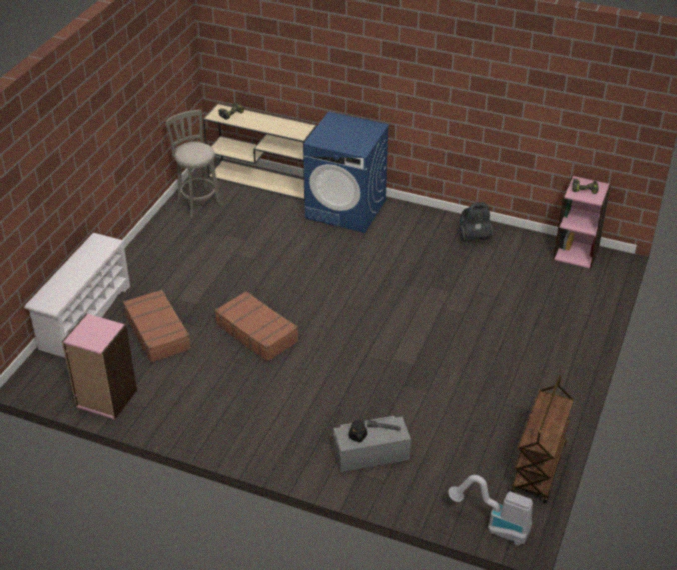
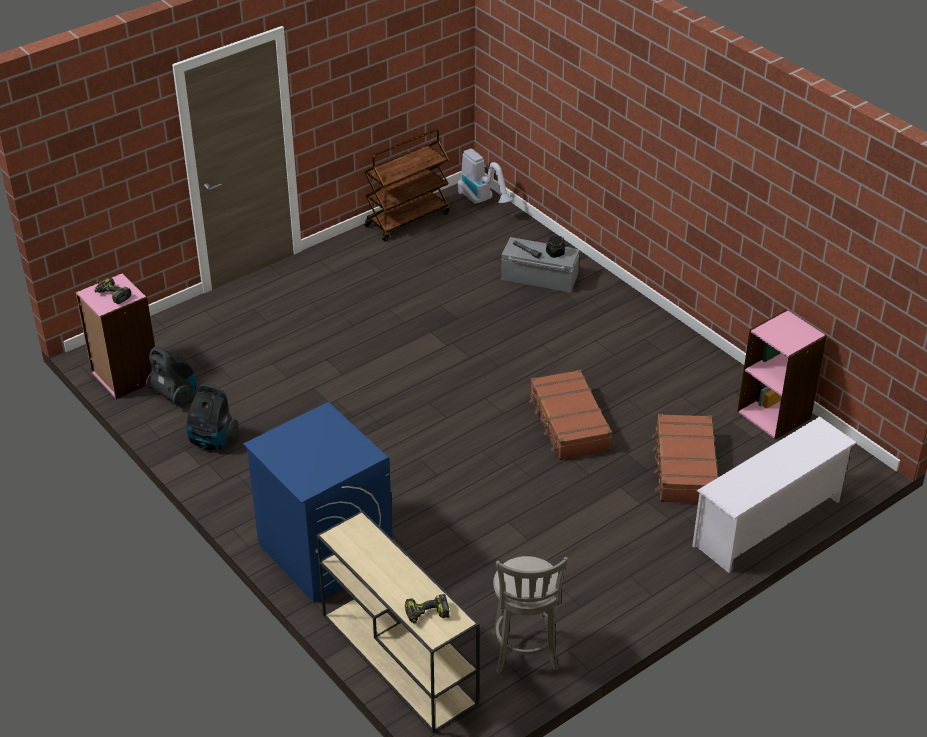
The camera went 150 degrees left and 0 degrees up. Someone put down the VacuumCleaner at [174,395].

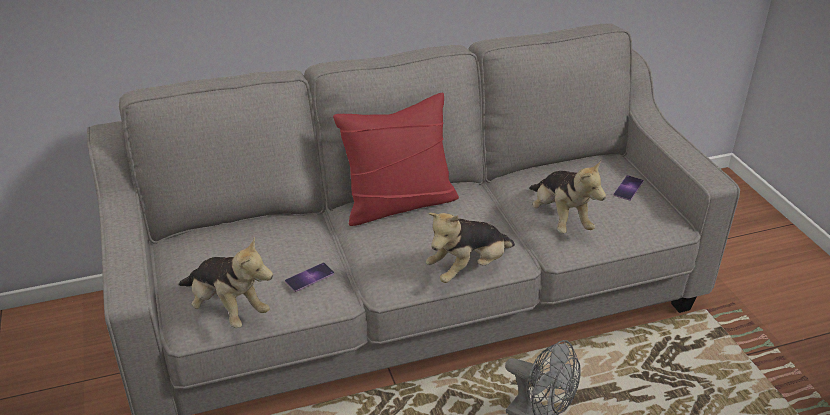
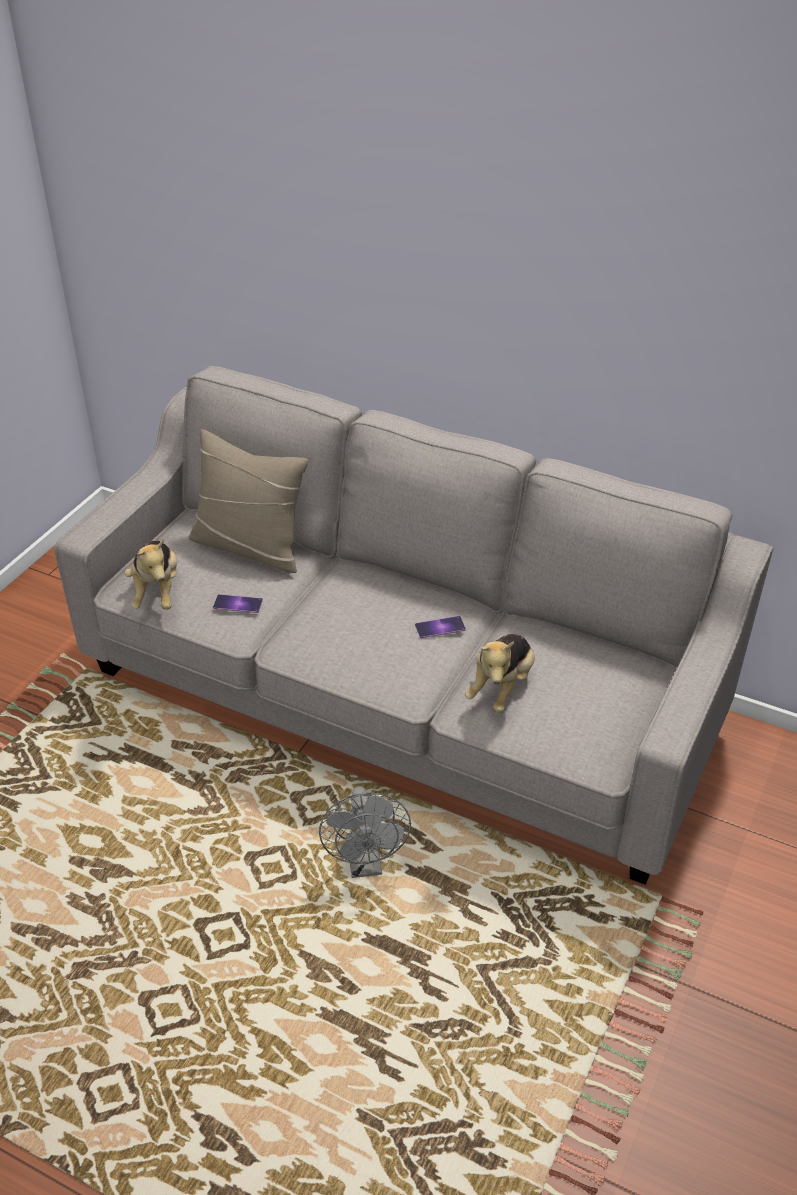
The camera went 45 degrees right and 5 degrees up. Someone took away the RedPillow at [399,204]. Someone carried the Phone from [628,188] to [440,627]. Someone took away the PlushToy at [468,269]. Someone put down the BeigePillow at [250,547].

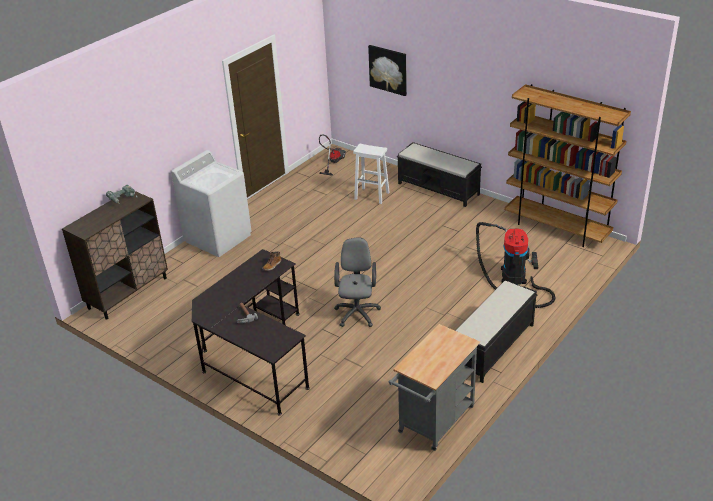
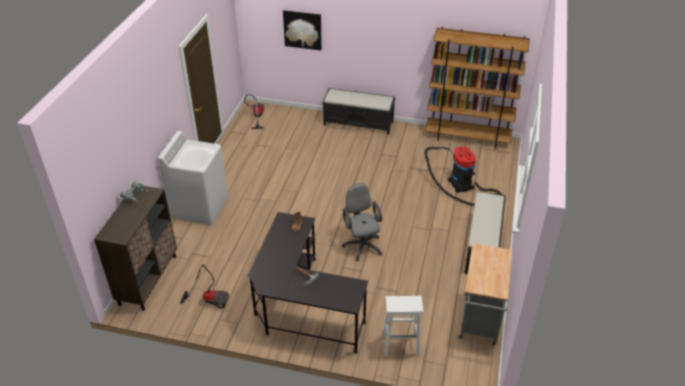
The camera went 25 degrees left and 5 degrees up. Someone carried the WhiteStool from [372,196] to [401,344]. Someone put down the VacuumCleaner at [209,299].

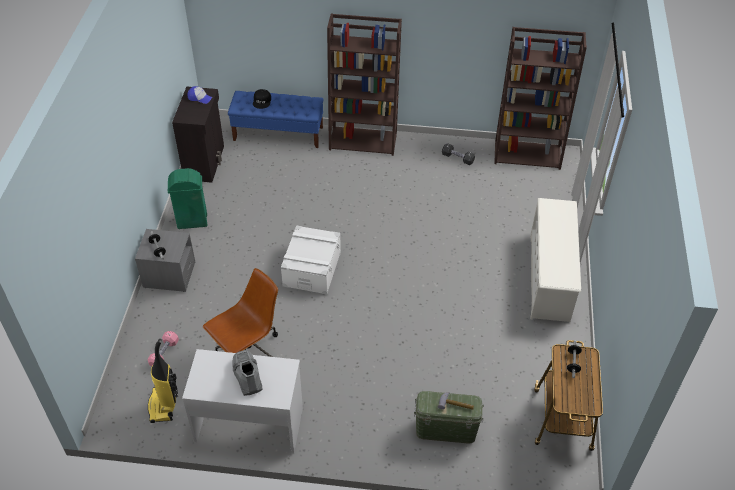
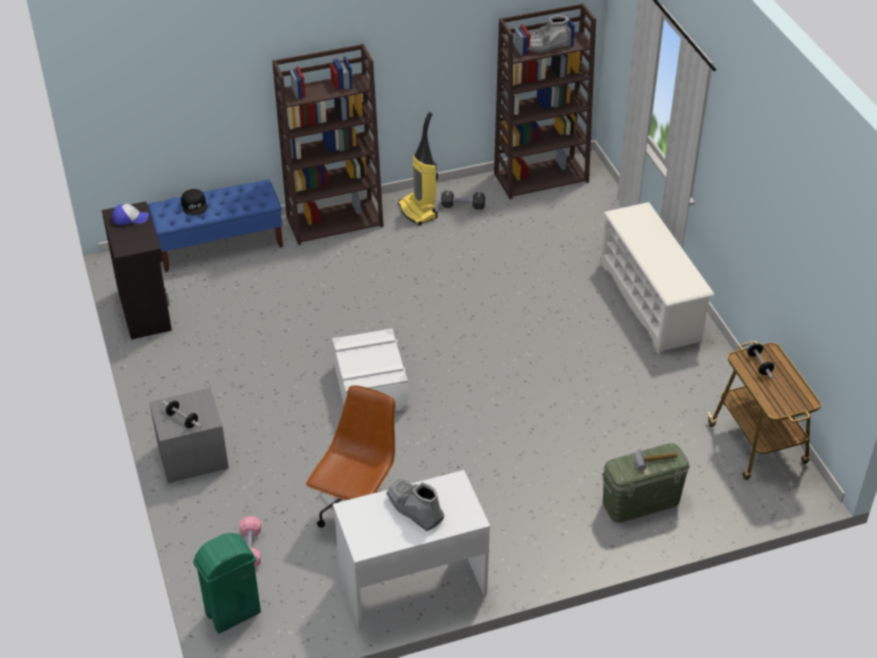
The camera went 25 degrees left and 5 degrees down. Someone carried the GreenTrashCan from [192,221] to [232,613]. Someone carried the VacuumCleaner from [164,405] to [418,211]. Someone put down the GreyBoot at [545,46].

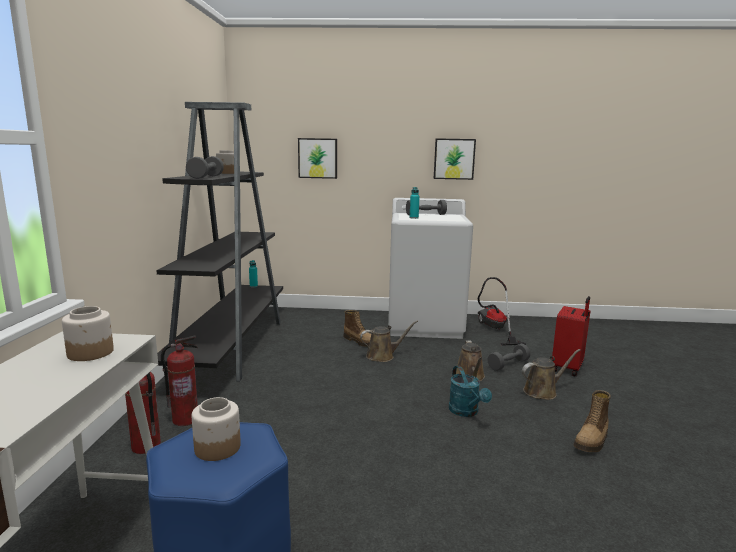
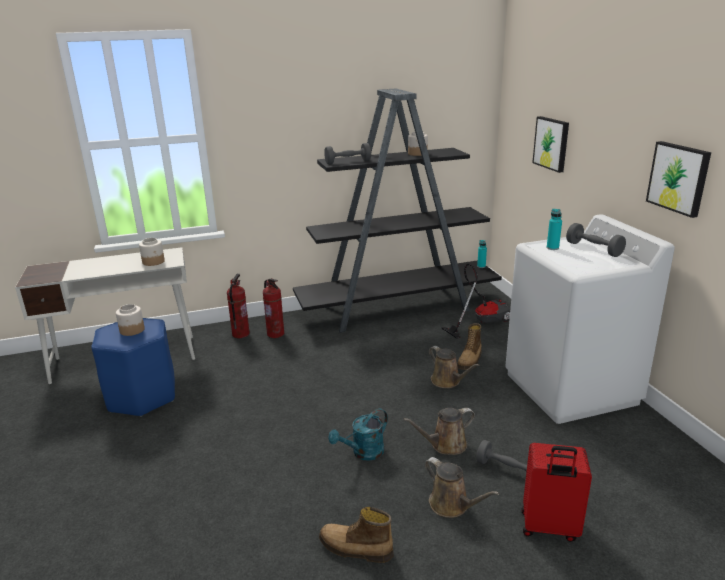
The camera went 70 degrees right and 10 degrees up. Someone carried the VacuumCleaner from [494,329] to [481,321].

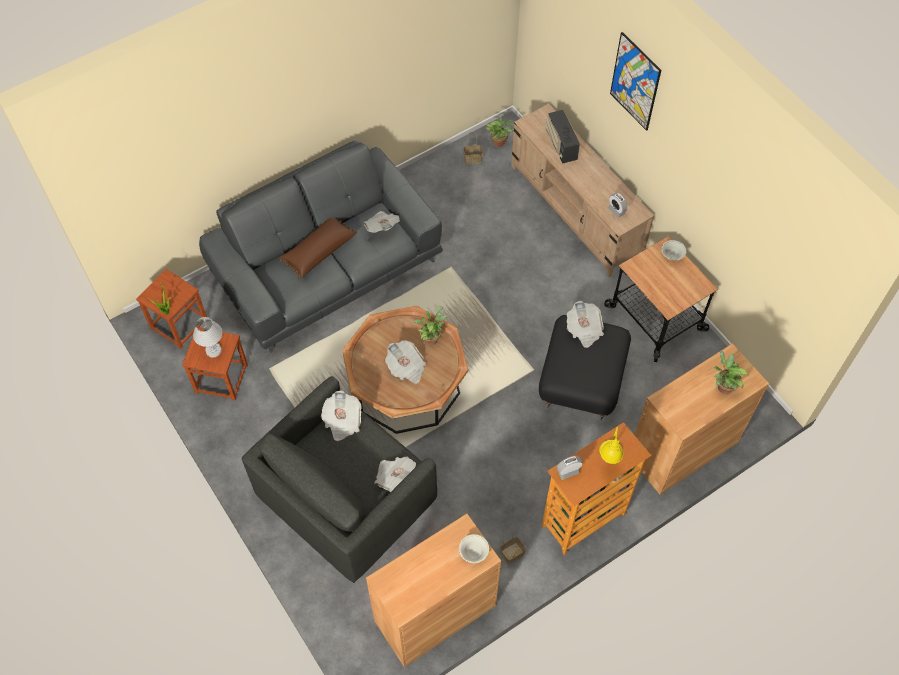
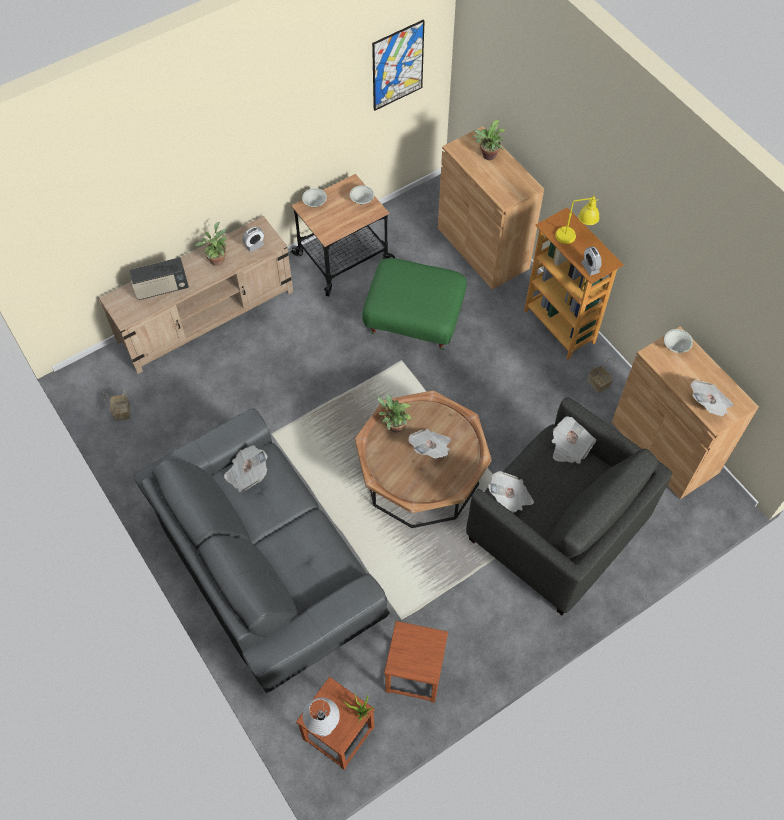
The camera went 90 degrees left and 0 degrees up. Someone carried the Picture from [635,82] to [397,65]. Someone carried the PottedPlant from [500,142] to [217,259]. Someone took away the BrownPillow at [318,250]. Someone carried the Newspaper from [584,330] to [709,404]. Someone repainted the BlackOttoman at [580,380], which became the GreenOttoman at [413,322]. Someone carried the WhiteTableLamp from [213,350] to [323,726]. Someone put down the WhiteBowl at [362,201].

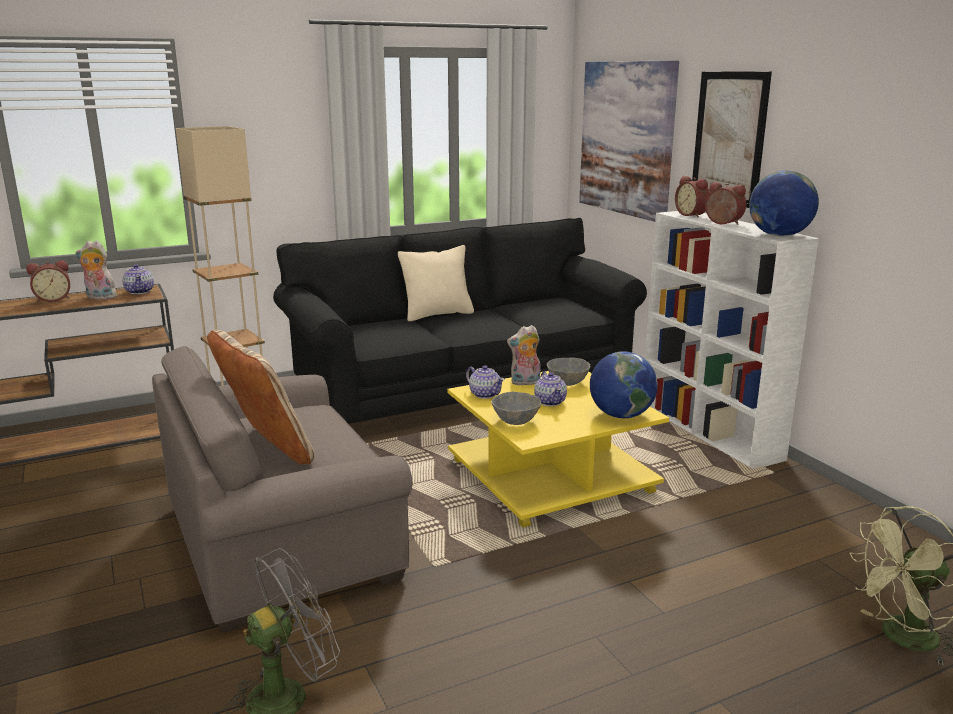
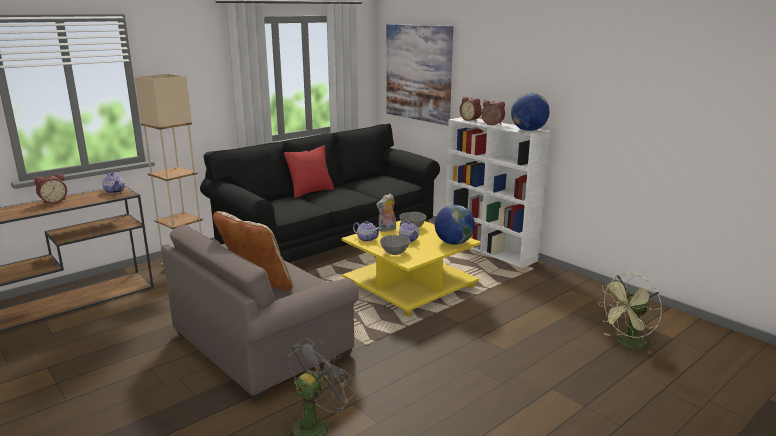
The camera went 15 degrees left and 0 degrees up. Someone took away the Picture at [729,138]. Someone took away the PlushToy at [99,297]. Someone repainted the BeigePillow at [437,314], which became the RedPillow at [311,192].

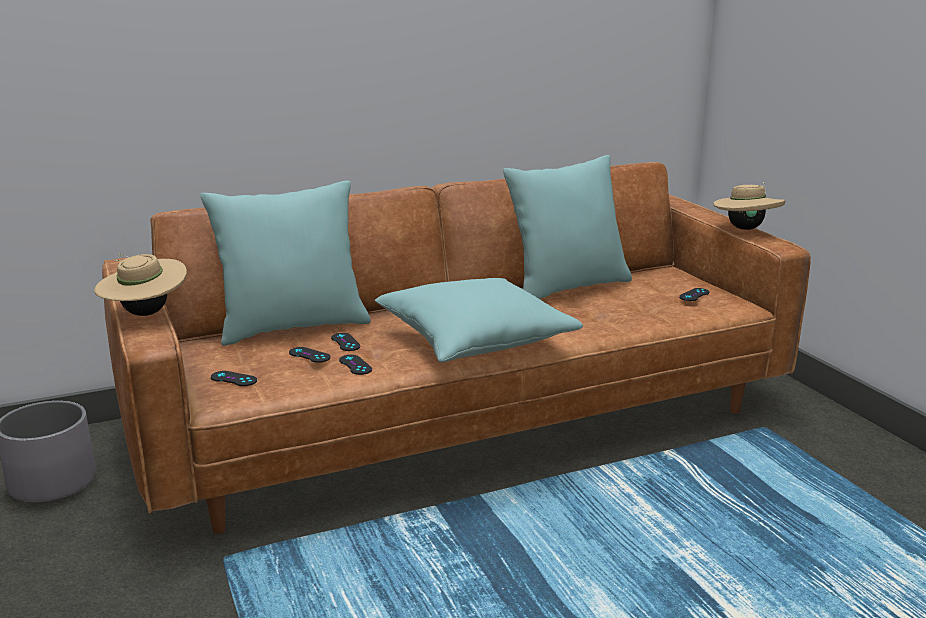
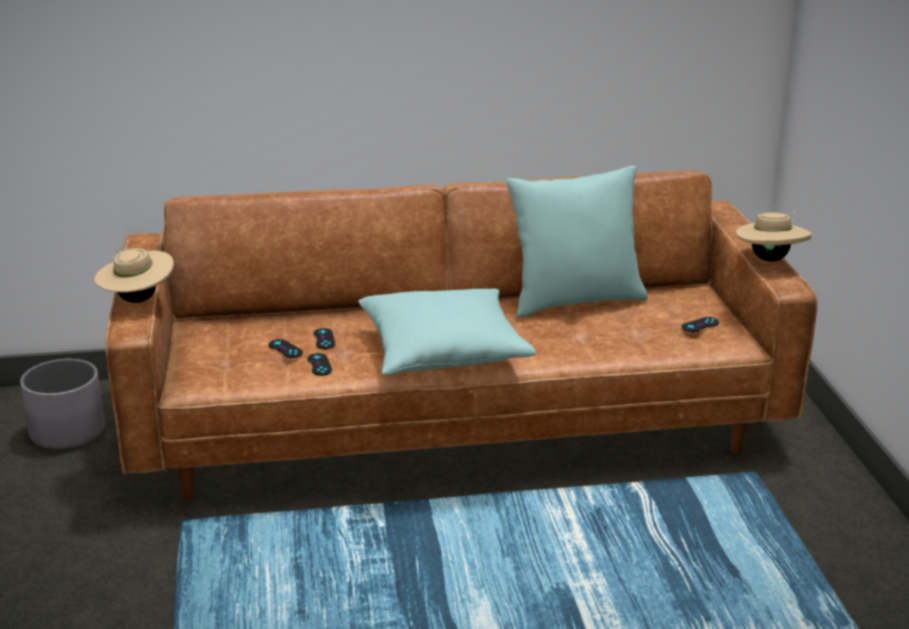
The camera went 15 degrees right and 5 degrees up. Someone took away the TurquoisePillow at [293,327]. Someone took away the BlackGameController at [233,379].

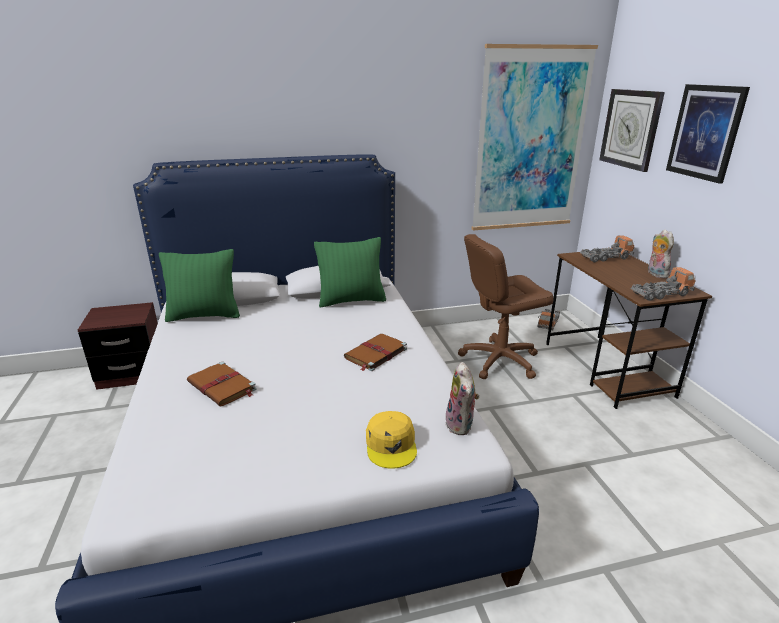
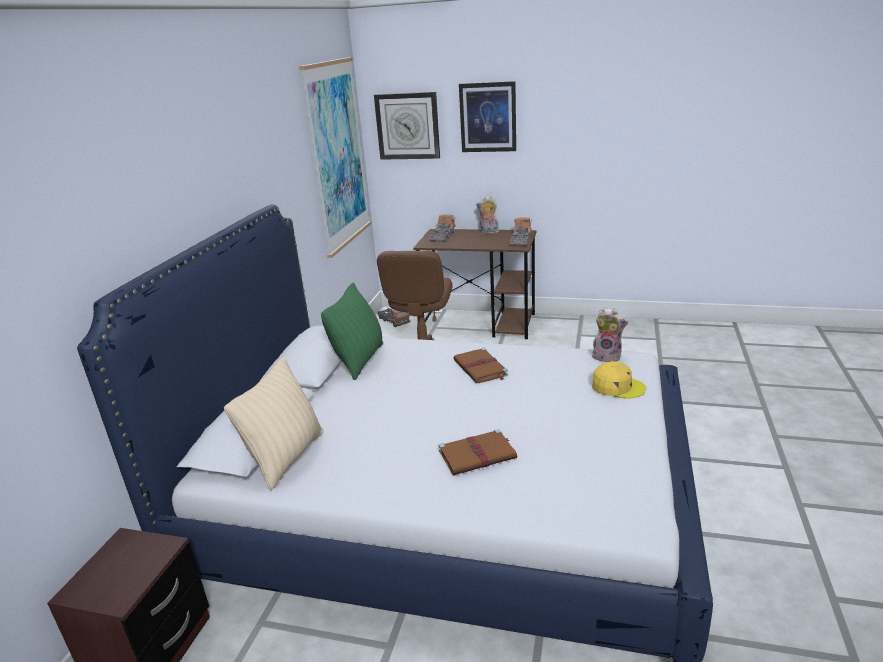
The camera went 60 degrees left and 0 degrees up. Someone repainted the GreenPillow at [204,315], which became the BeigePillow at [286,457].

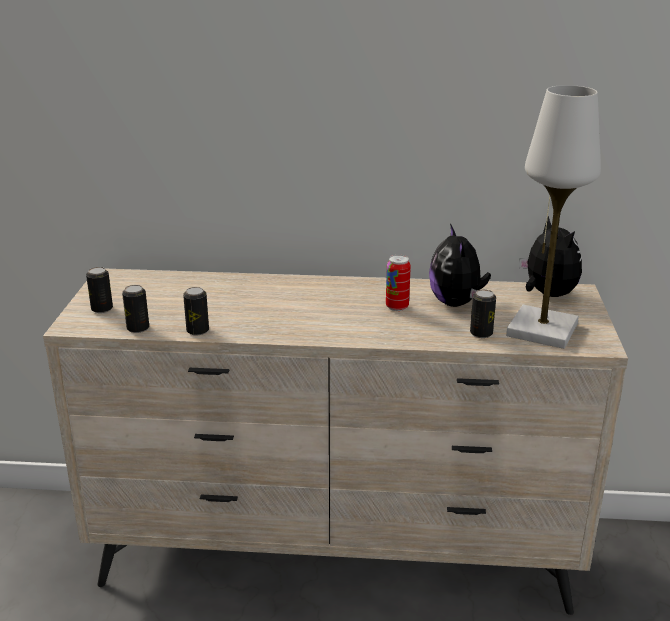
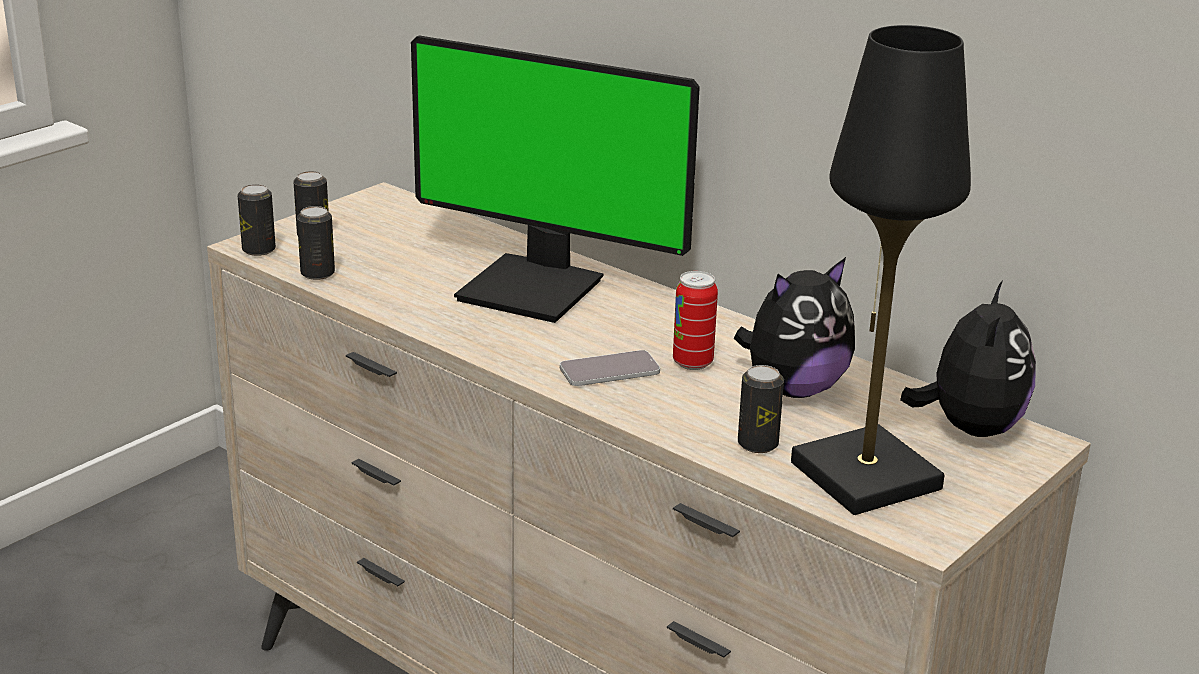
The camera went 35 degrees right and 0 degrees up. Someone repainted the WhiteTableLamp at [541,330], which became the BlackTableLamp at [864,476]. Someone rotated the PlushToy at [456,303] by 150 degrees counterclockwise. Someone carried the Can from [197,331] to [259,250]. Someone put down the Monitor at [535,288]. Someone put down the Phone at [609,370].

